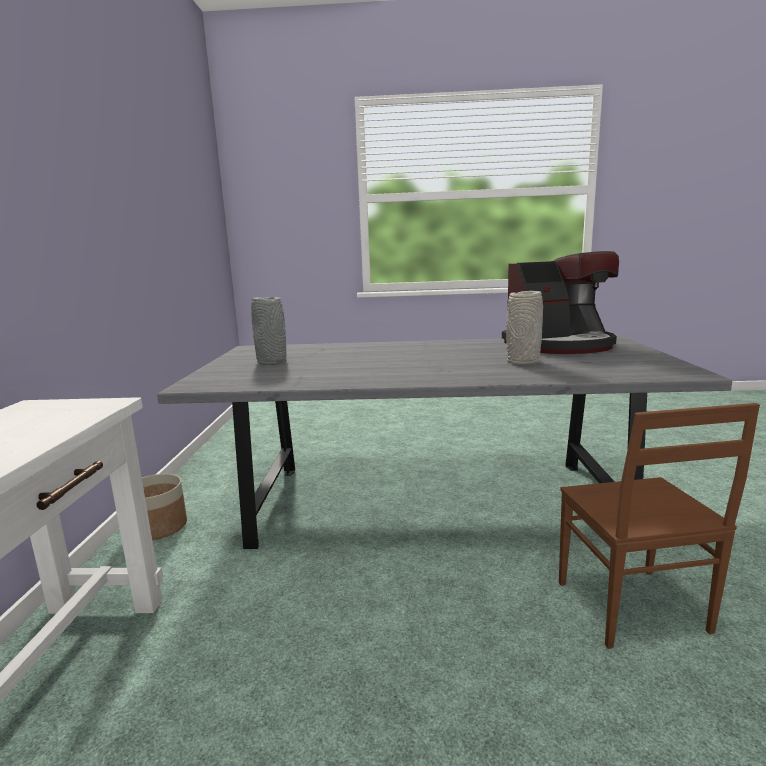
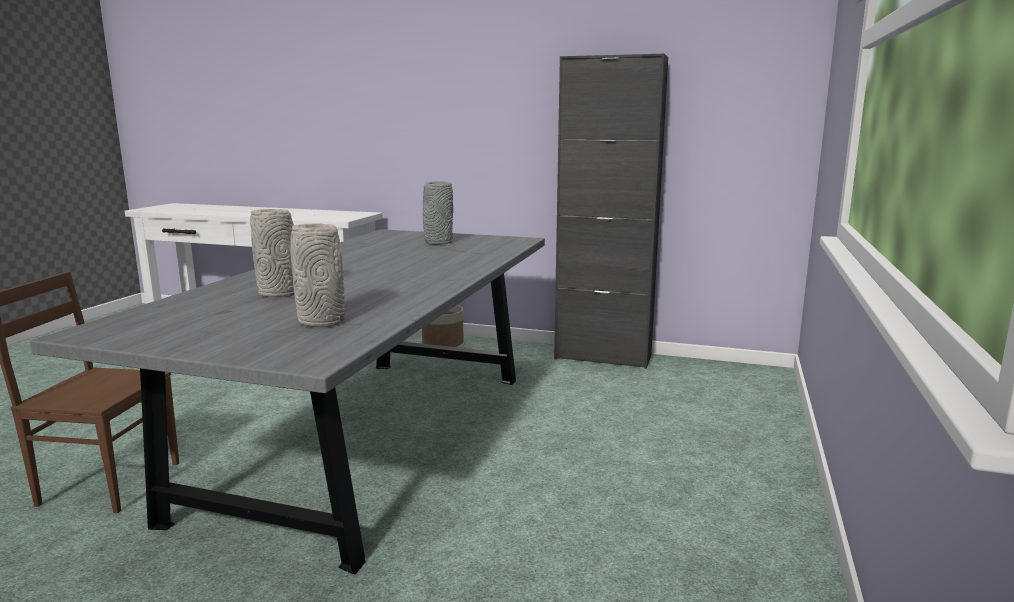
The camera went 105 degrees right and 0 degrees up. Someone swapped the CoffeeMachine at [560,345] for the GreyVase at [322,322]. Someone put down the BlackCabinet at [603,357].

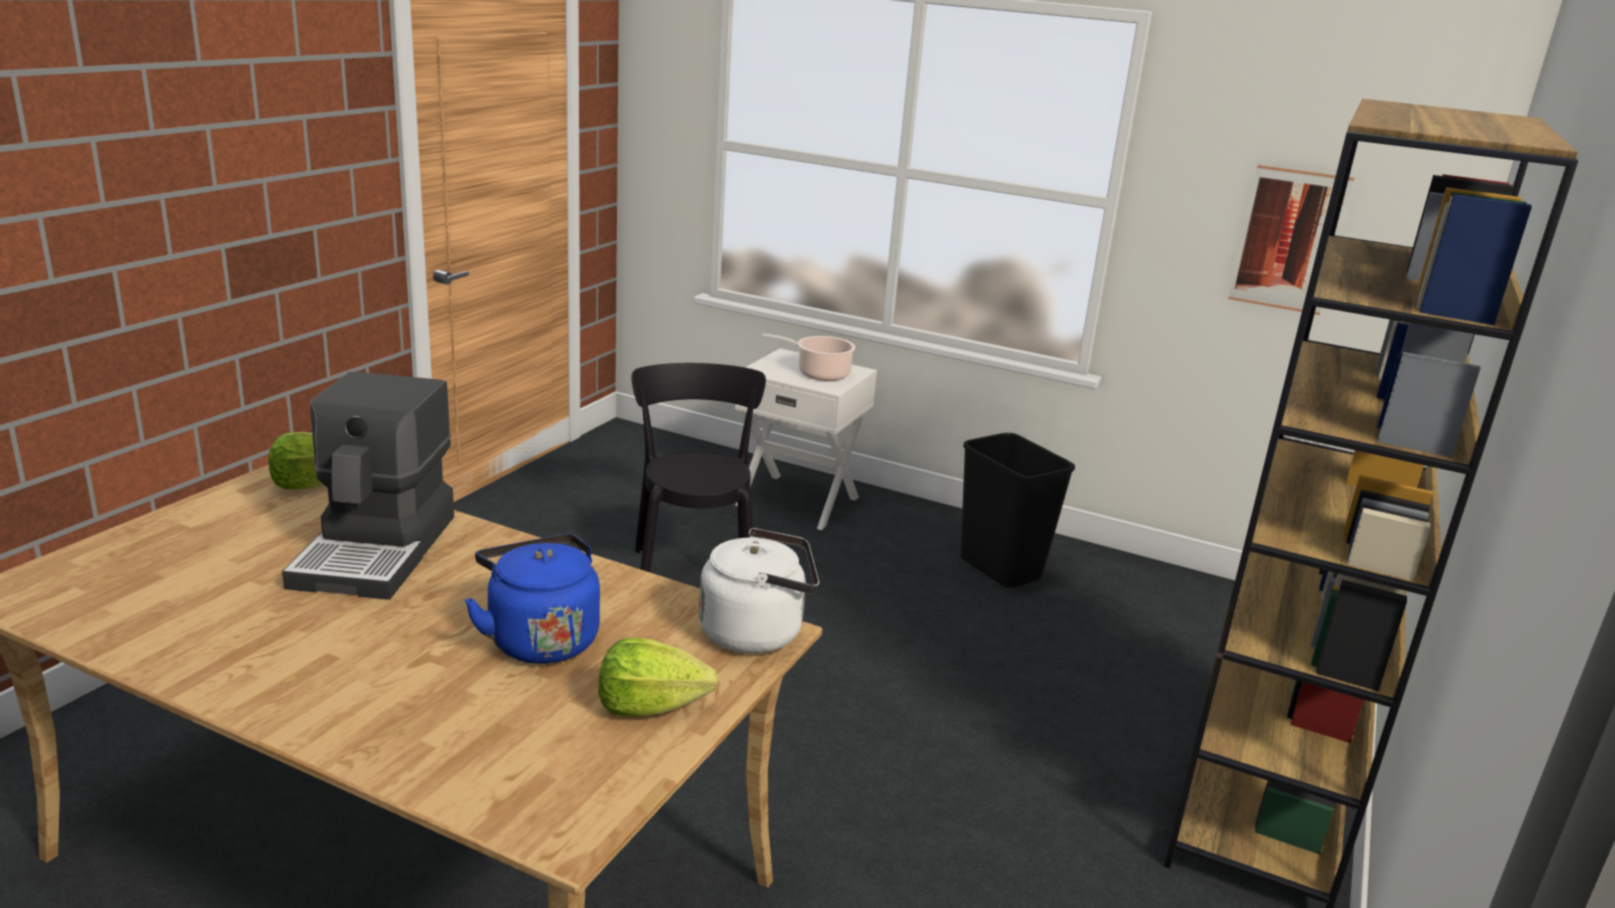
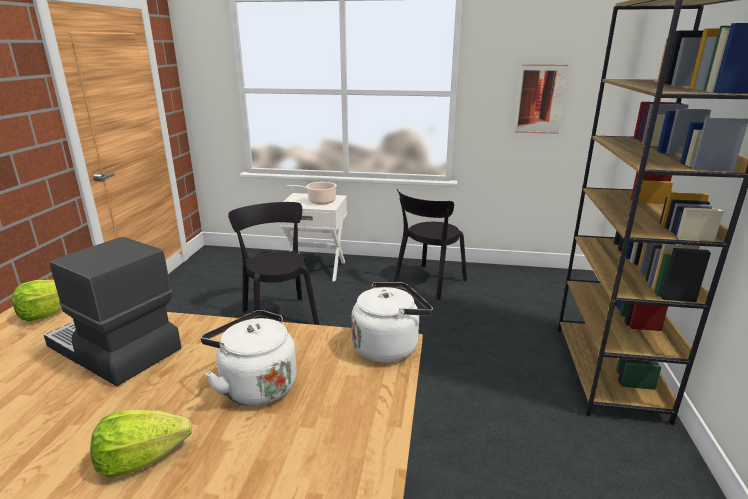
The camera went 15 degrees left and 0 degrees up. Someone rotated the CoffeeMachine at [378,550] by 135 degrees clockwise. Someone swapped the BlackTrashCan at [998,569] for the BlackChair at [428,283]. Someone repainted the BlueKettle at [540,639], which became the WhiteKettle at [255,385]. Someone carried the Lettuce from [650,706] to [142,459].

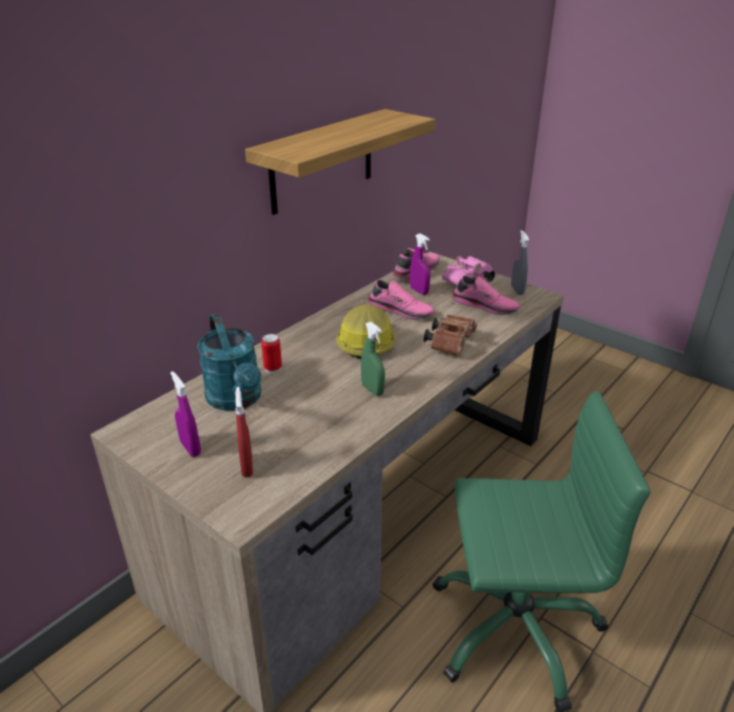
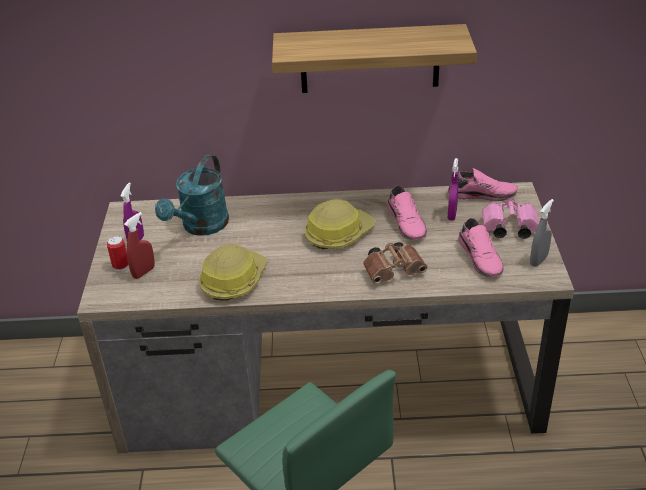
The camera went 50 degrees right and 5 degrees up. Someone took away the GreenSprayBottle at [372,390]. Someone carried the Can from [273,368] to [120,266]. Someone put down the HardHat at [233,280].

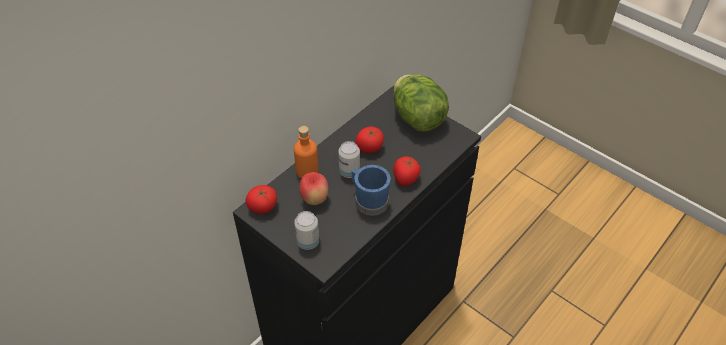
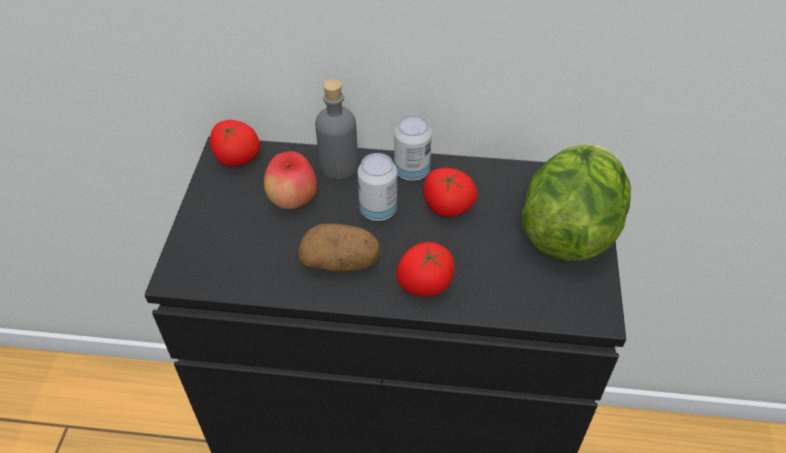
The camera went 55 degrees right and 0 degrees up. Someone repainted the OrangeBottle at [307,171], which became the GreyBottle at [339,166]. Someone swapped the BlueMug at [369,200] for the Potato at [341,262]. Someone carried the Can from [308,242] to [412,171].

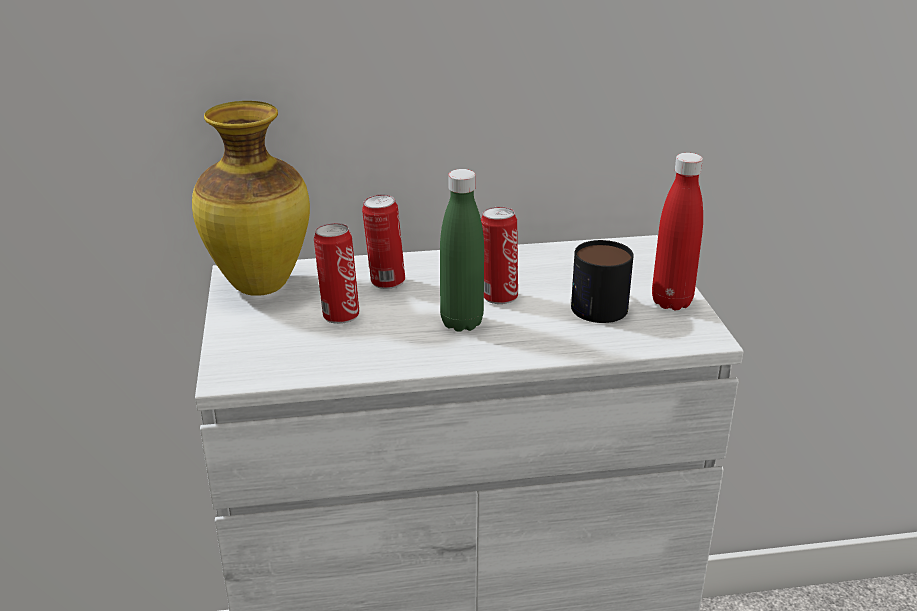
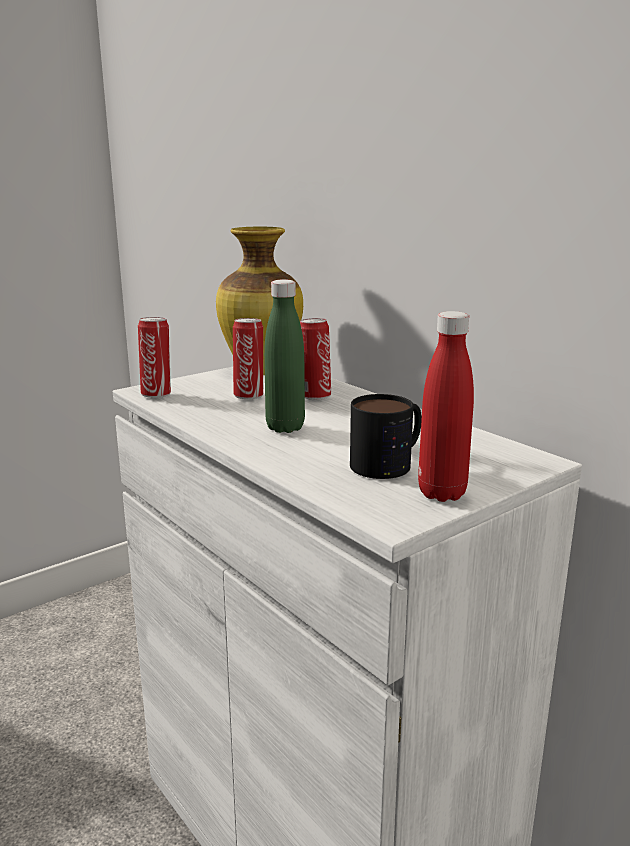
The camera went 60 degrees right and 10 degrees down. Someone carried the Can from [498,296] to [157,394].

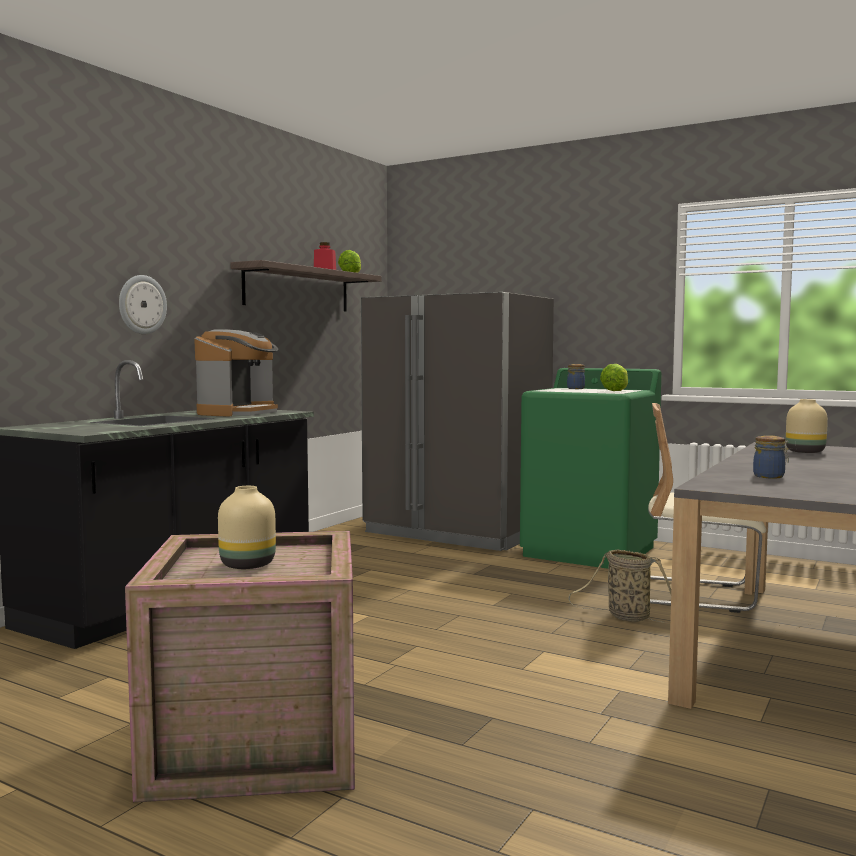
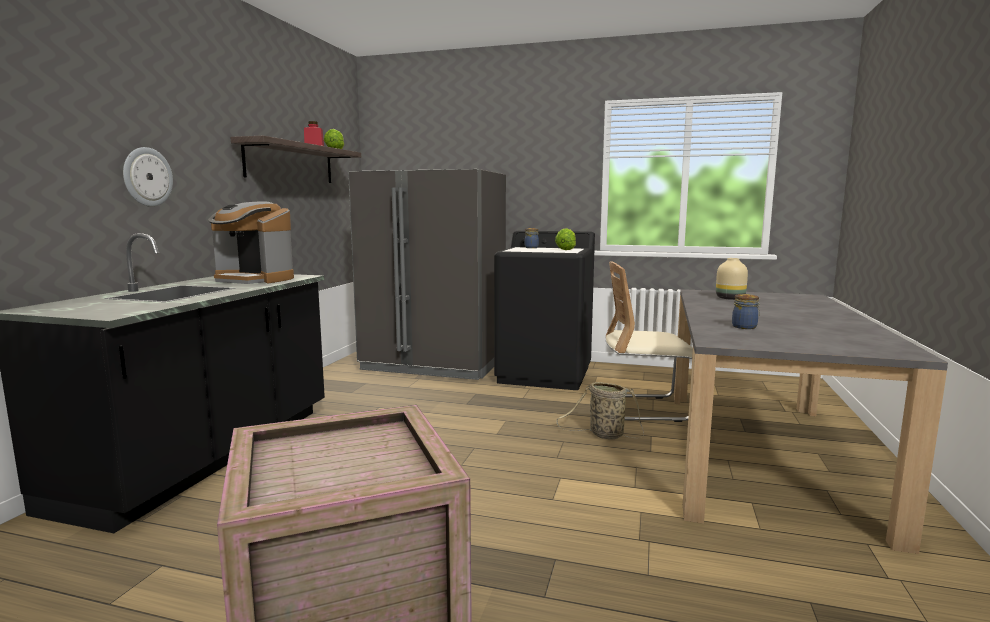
The camera went 15 degrees left and 5 degrees up. Someone rotated the CoffeeMachine at [238,413] by 105 degrees clockwise. Someone repainted the GreenWashingMachine at [590,551], which became the BlackWashingMachine at [545,374]. Someone took away the BeigeVase at [246,565].

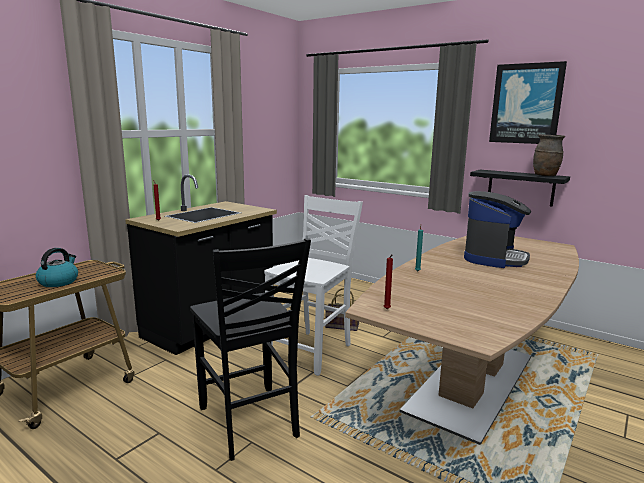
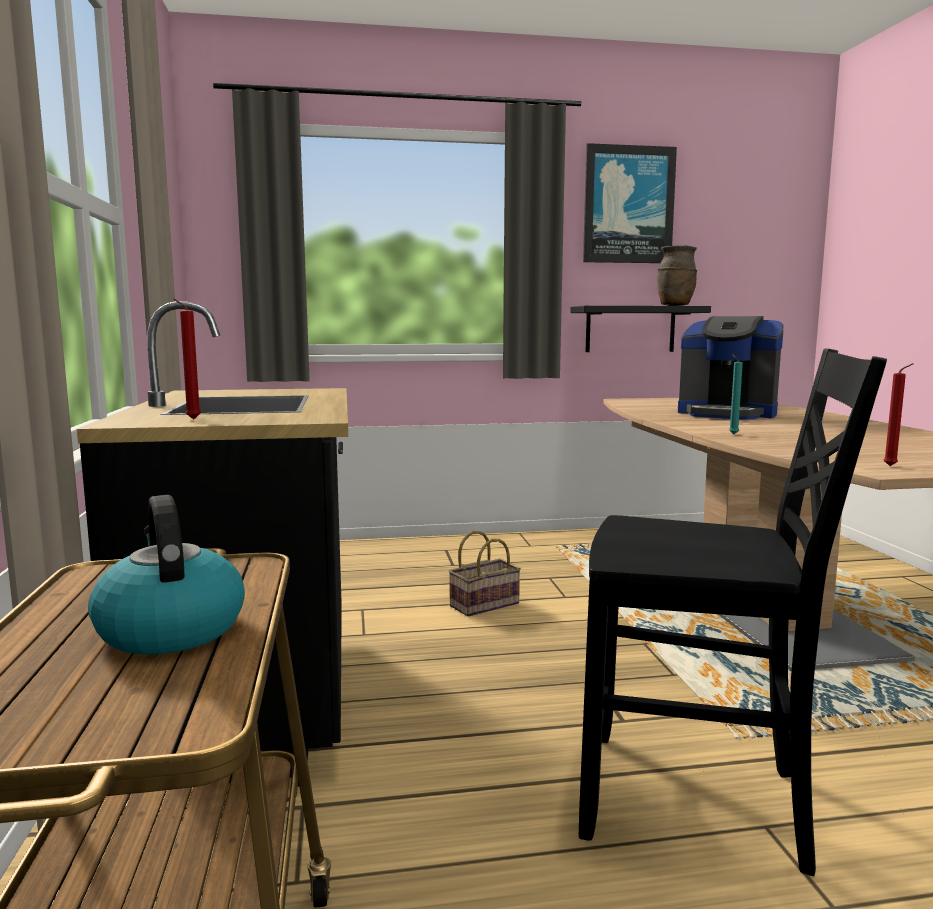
The camera went 45 degrees left and 5 degrees down. Someone rotated the CoffeeMachine at [494,258] by 135 degrees clockwise. Someone took away the WhiteChair at [312,351].

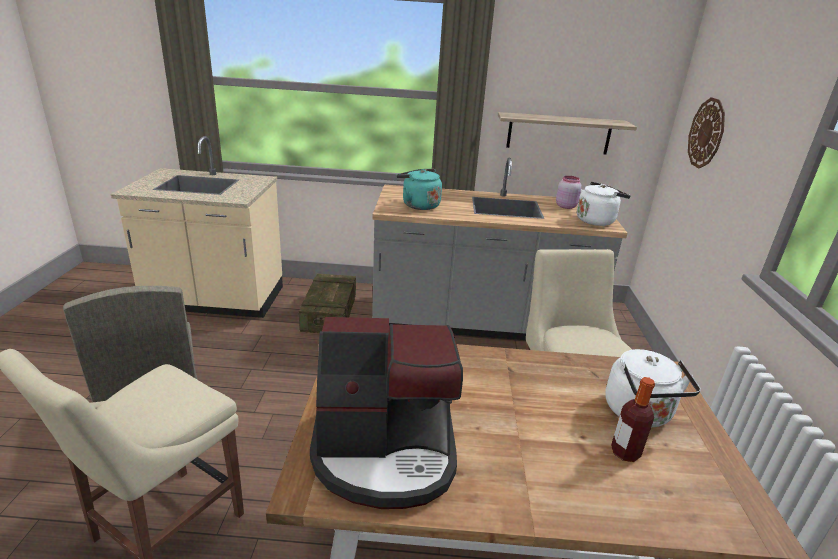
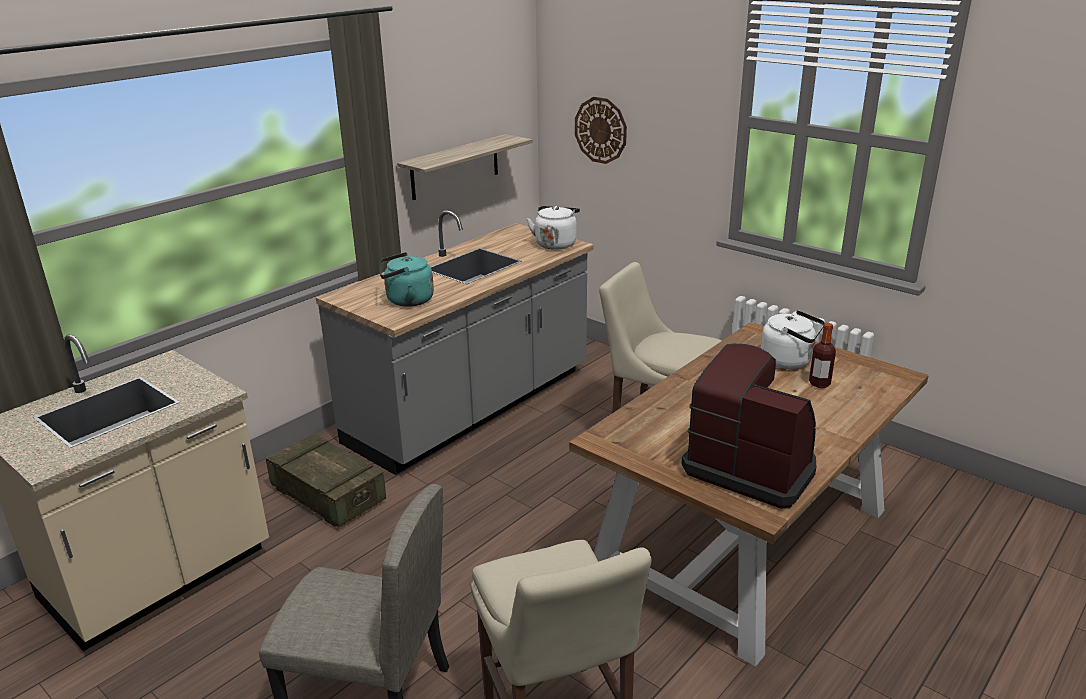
The camera went 50 degrees left and 0 degrees up. Someone took away the PinkJar at [565,206]. Someone rotated the CoffeeMachine at [385,452] by 90 degrees counterclockwise.

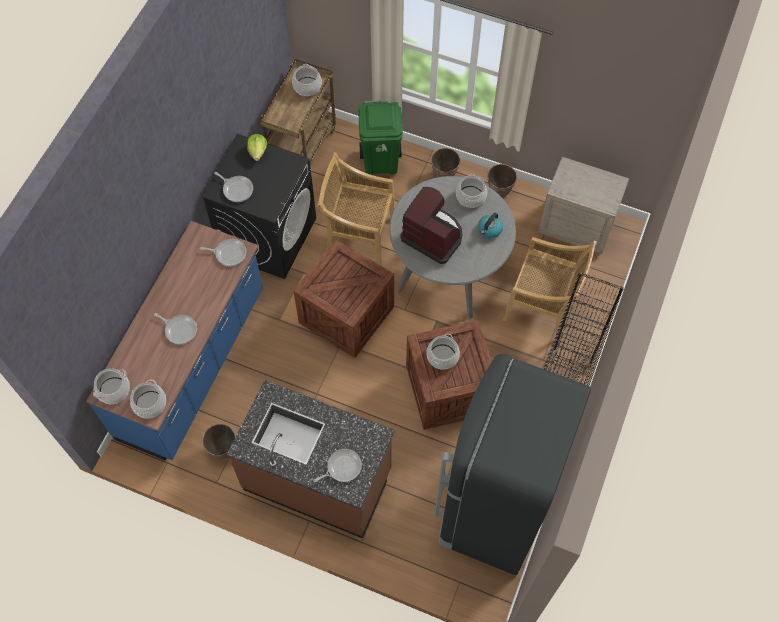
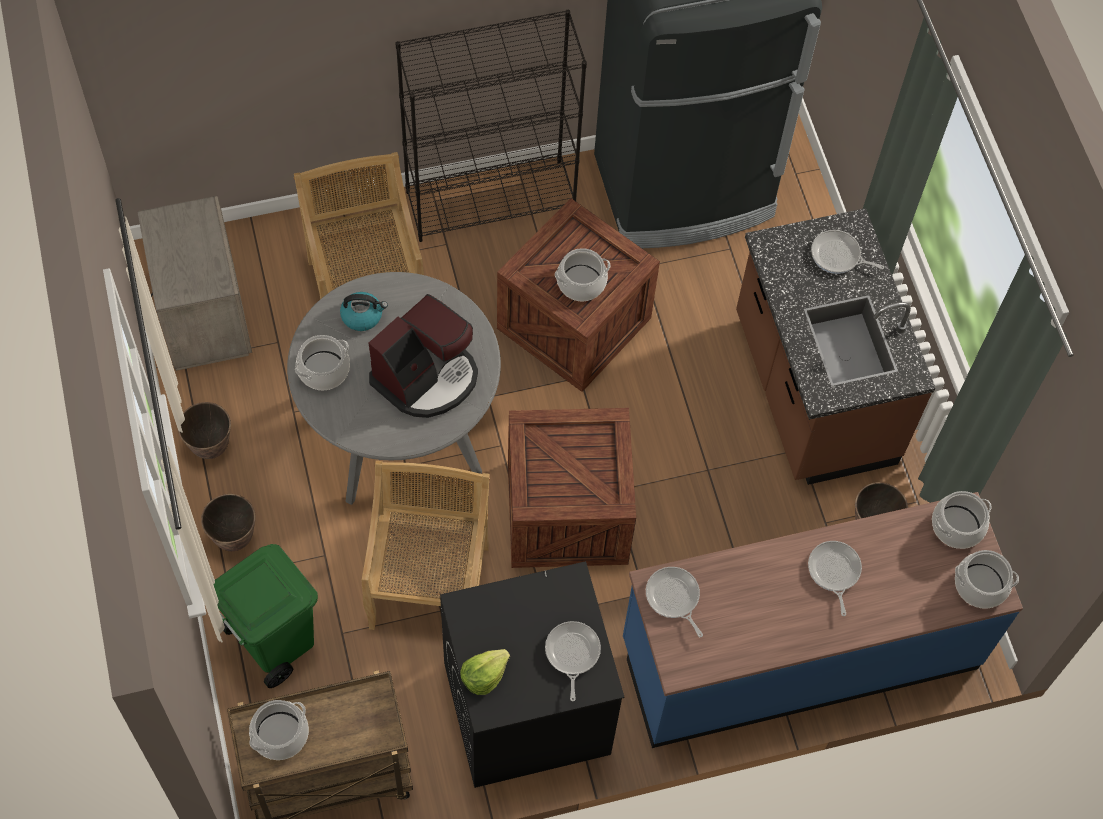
The camera went 130 degrees left and 0 degrees up. Someone rotated the BeigeChair at [358,235] by 150 degrees counterclockwise. Someone rotated the CoffeeMachine at [433,236] by 135 degrees counterclockwise.

